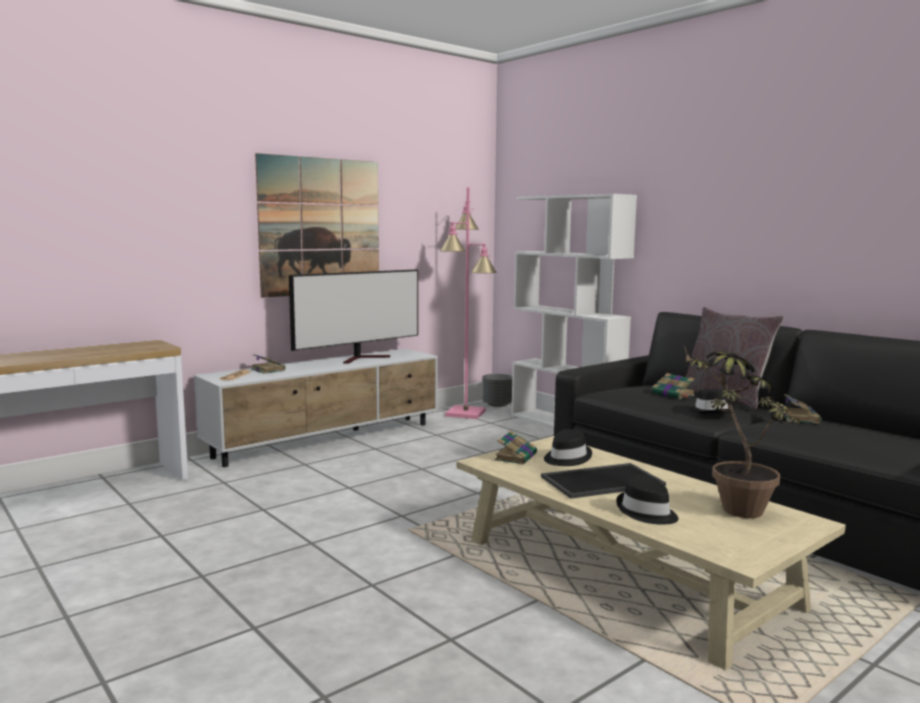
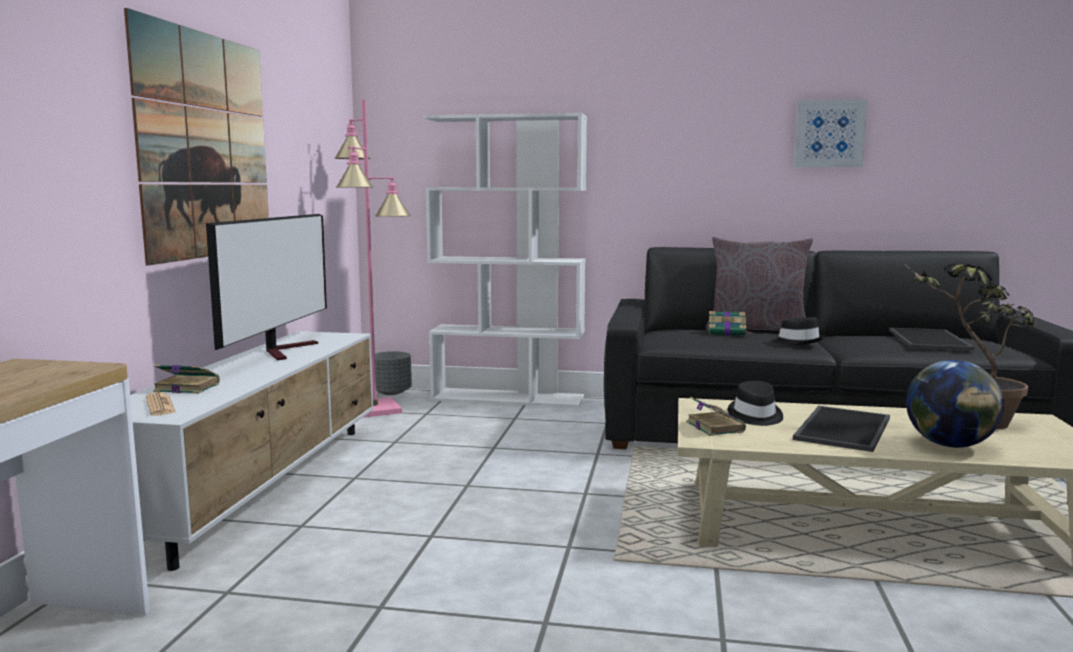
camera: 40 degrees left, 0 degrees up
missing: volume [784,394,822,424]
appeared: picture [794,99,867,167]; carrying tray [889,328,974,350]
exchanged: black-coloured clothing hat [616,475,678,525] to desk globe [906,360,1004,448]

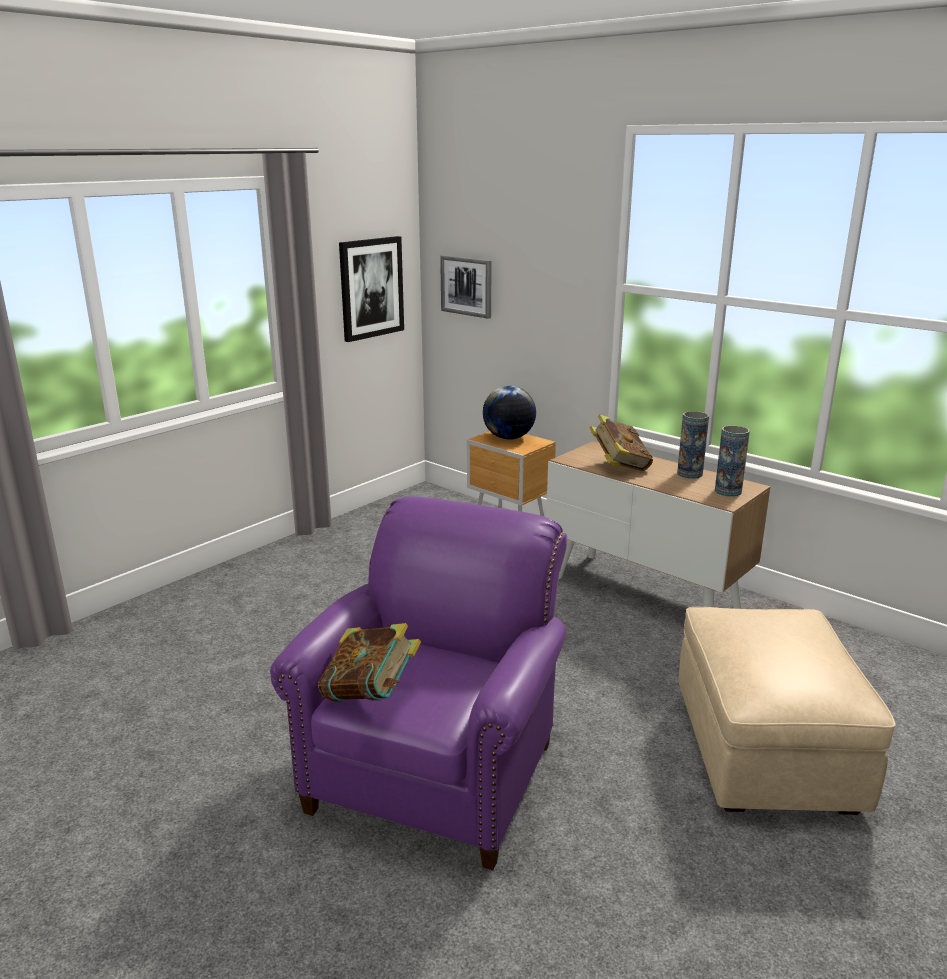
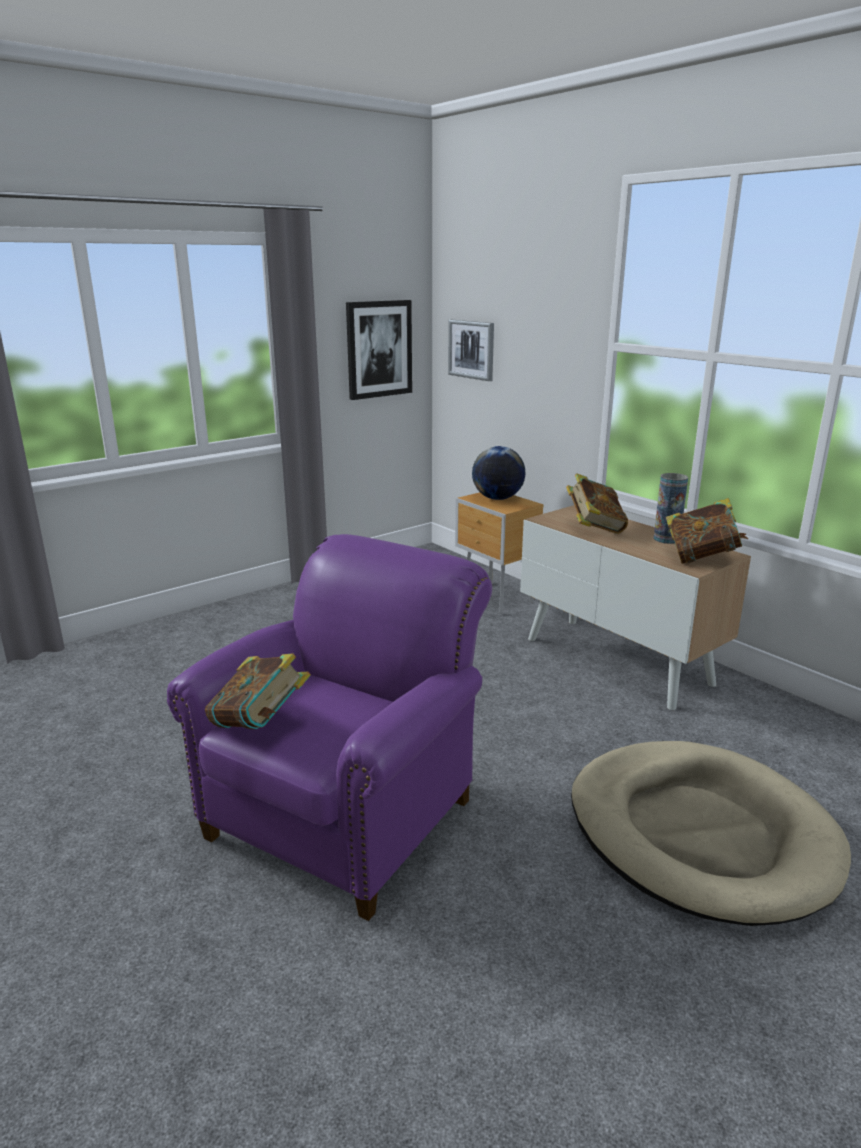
camera: 10 degrees right, 0 degrees up
exchanged: decorative vase [715,425,750,497] to volume [666,498,748,563]; sand-coloured footrest [679,607,896,815] to sand-coloured pet bed [571,741,851,926]

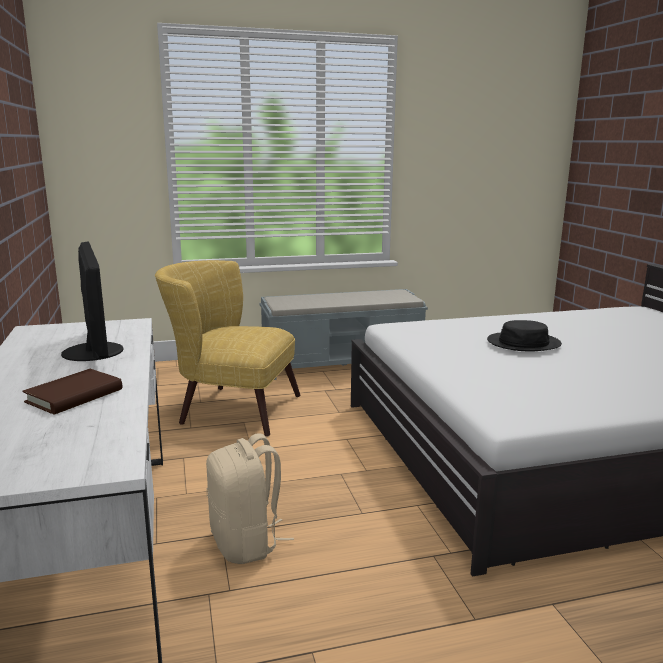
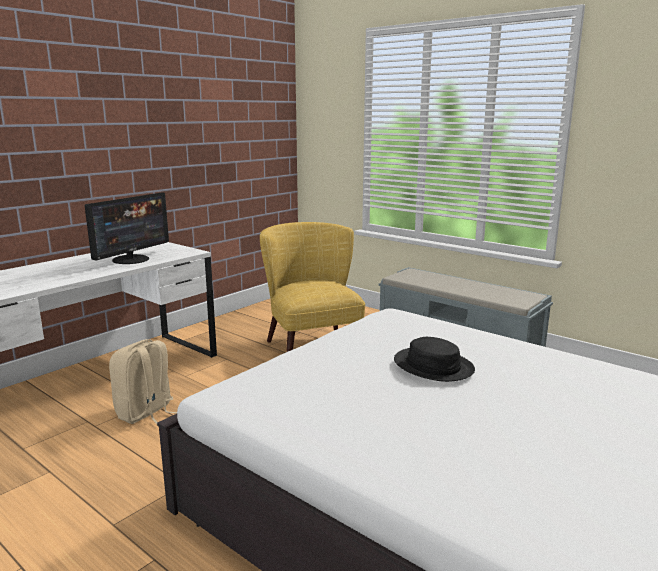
camera: 55 degrees right, 0 degrees up
missing: brownish volume [22,369,122,415]

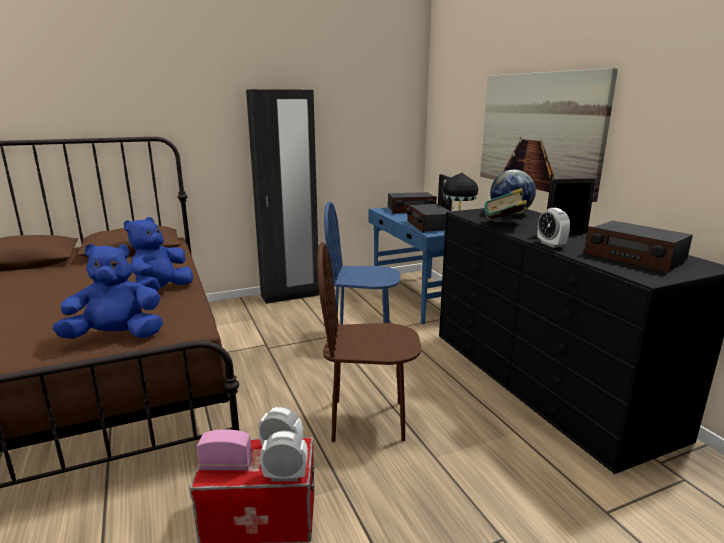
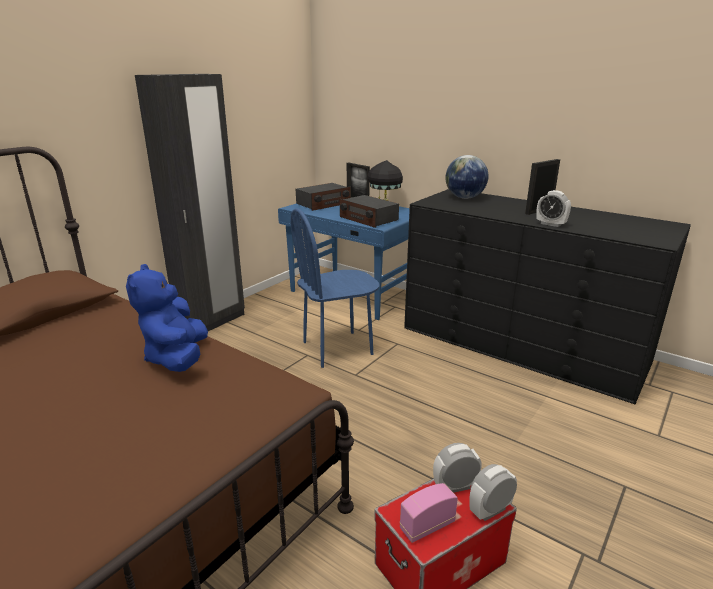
camera: 30 degrees left, 5 degrees up
missing: picture [480,68,618,202]; volume [484,188,527,221]; radio [584,221,693,273]; brownish upright chair [317,242,421,442]; blue plush toy [52,244,163,339]

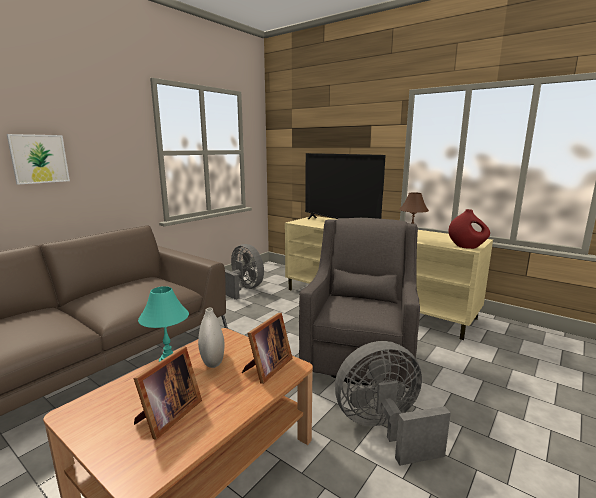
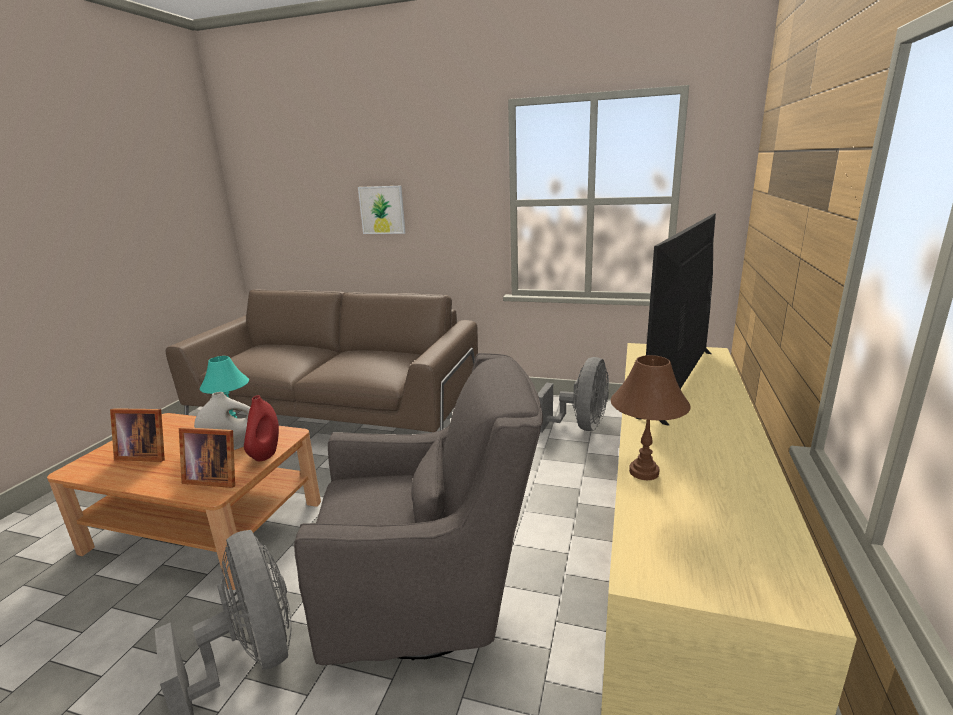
camera: 70 degrees right, 5 degrees up
relocated: red-coloured decorative vase [449,209,490,249] to [244,395,279,461]

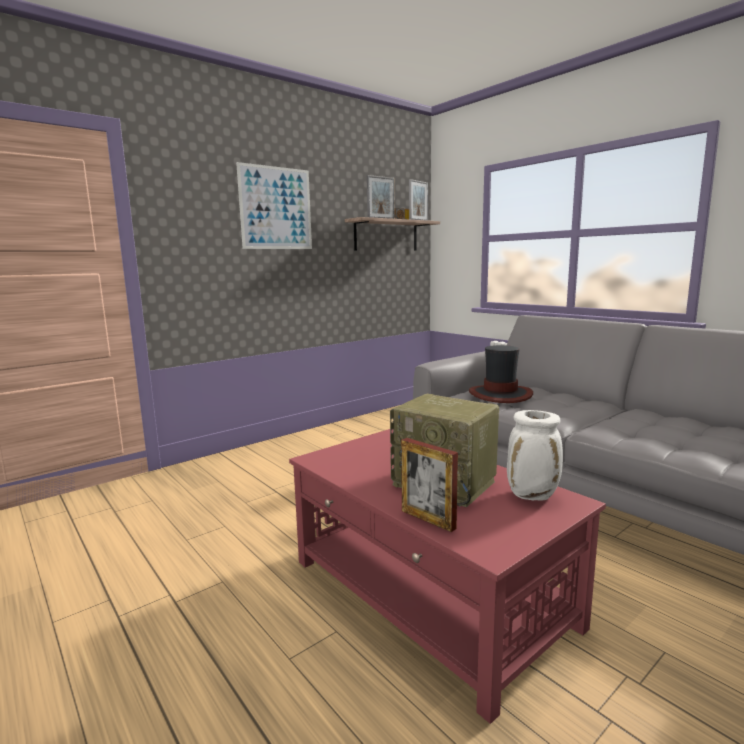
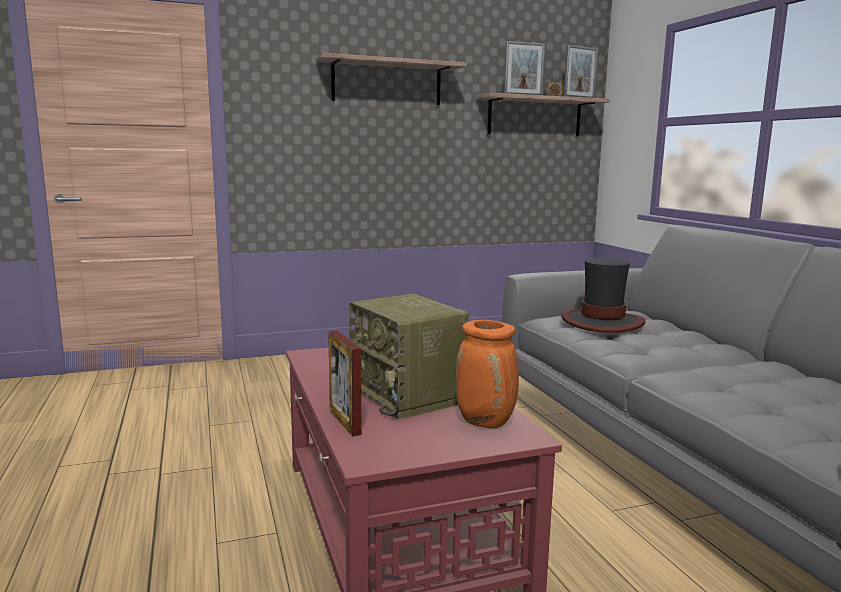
camera: 20 degrees right, 0 degrees up
exchanged: picture [236,162,312,249] to shelf [316,53,466,105]
colour: whitish decorative vase [507,410,563,501] to orangey decorative vase [456,320,519,429]

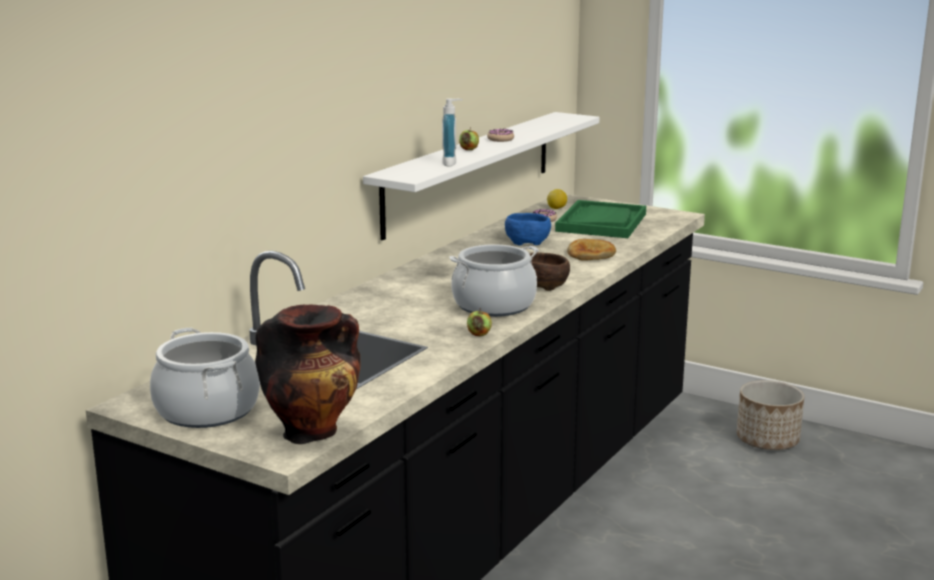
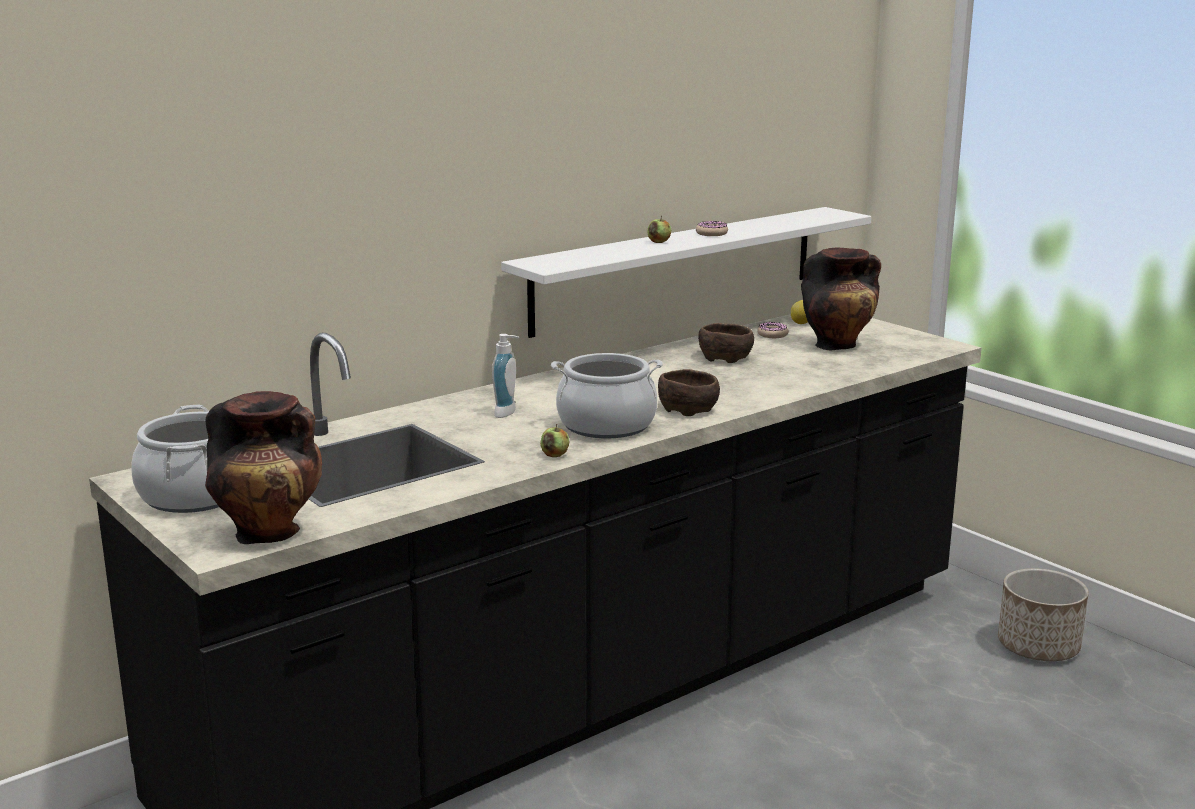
camera: 20 degrees right, 0 degrees up
missing: baked bread [567,239,616,261]
relocated: liquid soap bottle [442,98,463,166] to [492,334,519,418]
exchanged: greenish carrying tray [555,200,646,238] to decorative vase [801,248,881,350]
colour: blue serving bowl [505,213,551,246] to brownish serving bowl [698,323,754,363]

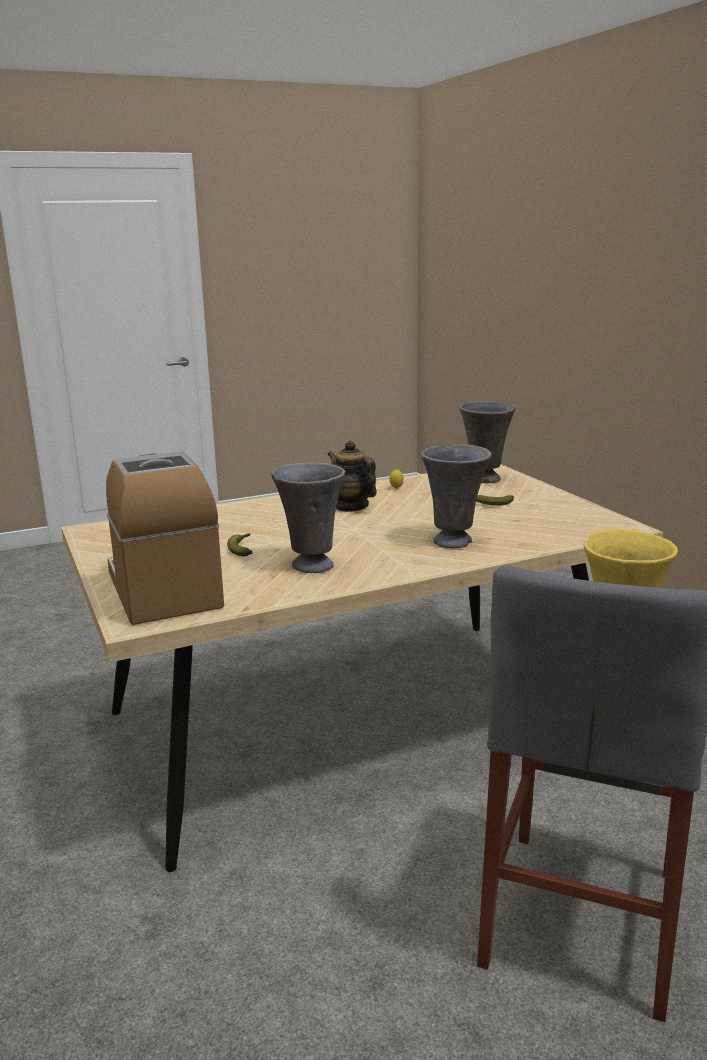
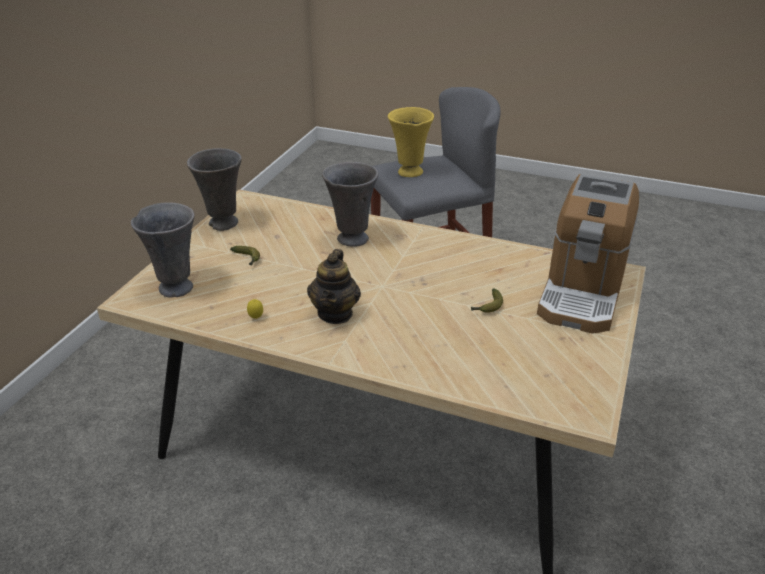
camera: 135 degrees left, 15 degrees up
relocated: grey decorative vase [271,462,345,573] to [187,148,242,231]

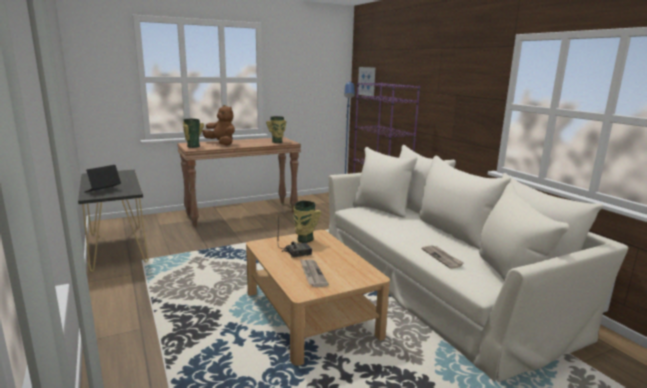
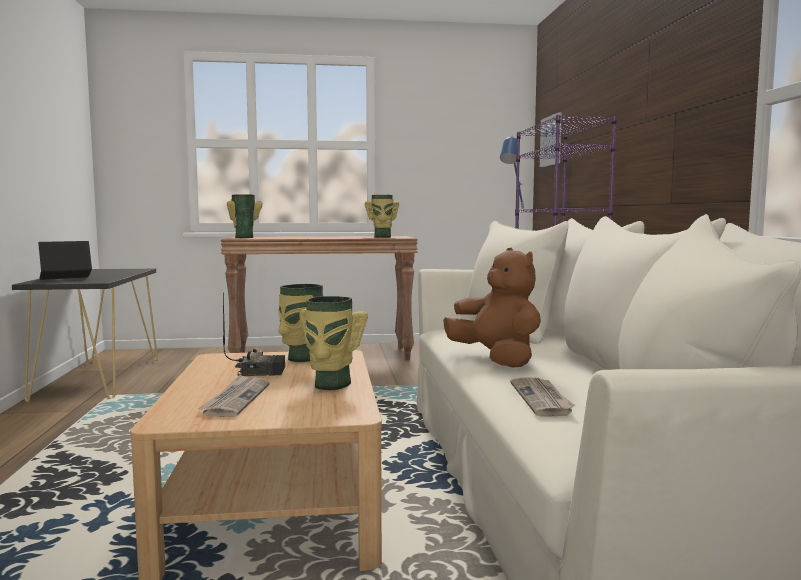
camera: 20 degrees right, 10 degrees down
appeared: decorative vase [299,296,368,390]
relocated: brownish plush toy [202,105,235,146] to [443,247,541,368]

